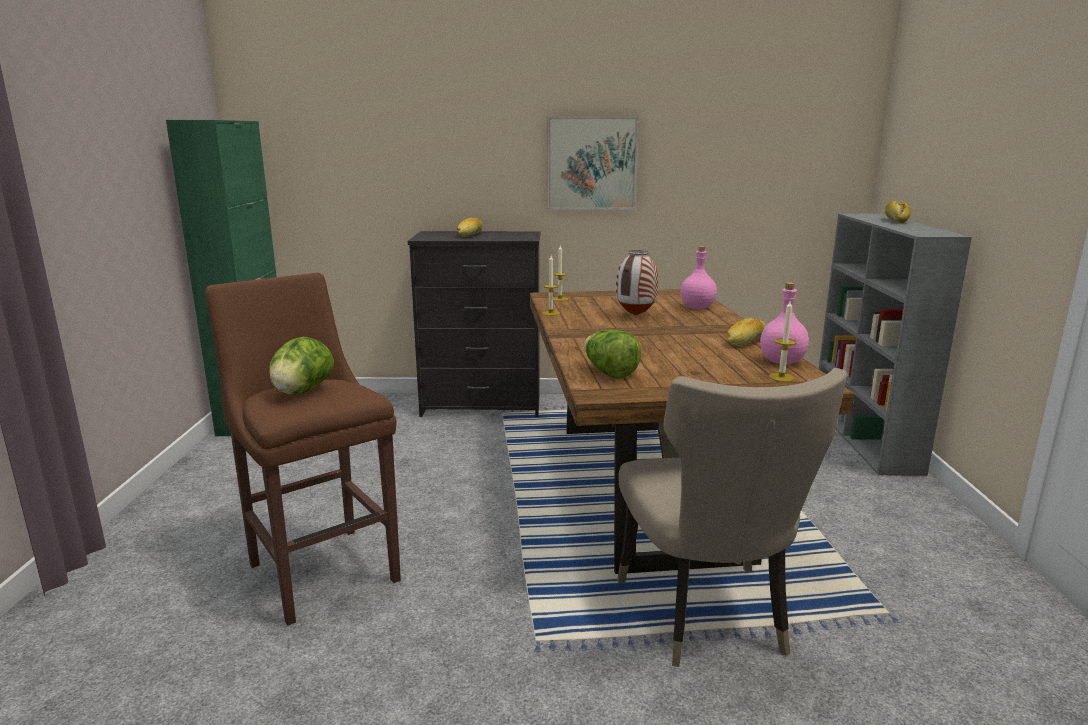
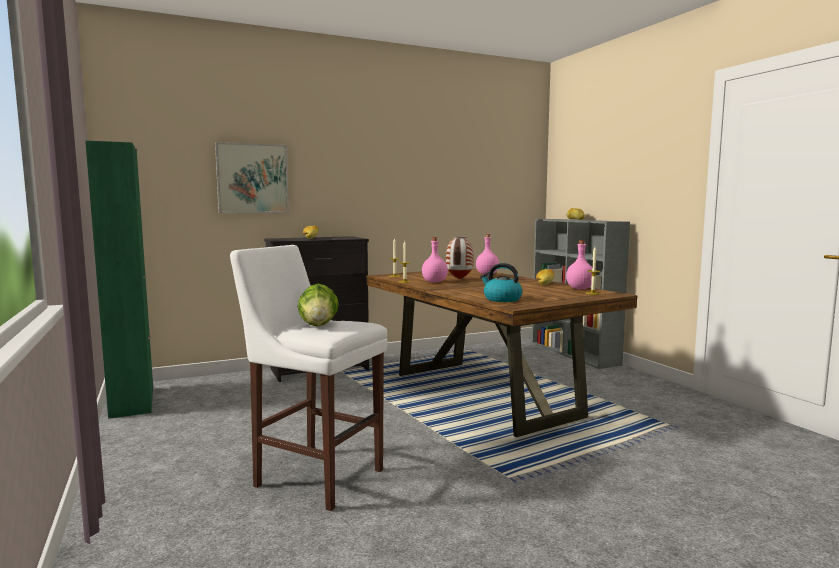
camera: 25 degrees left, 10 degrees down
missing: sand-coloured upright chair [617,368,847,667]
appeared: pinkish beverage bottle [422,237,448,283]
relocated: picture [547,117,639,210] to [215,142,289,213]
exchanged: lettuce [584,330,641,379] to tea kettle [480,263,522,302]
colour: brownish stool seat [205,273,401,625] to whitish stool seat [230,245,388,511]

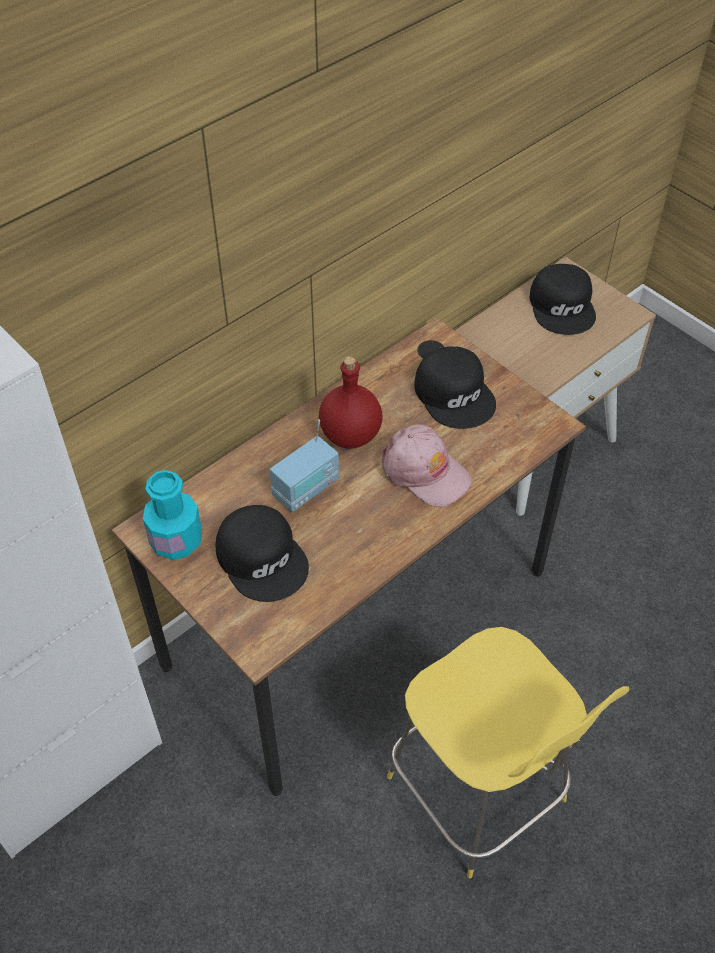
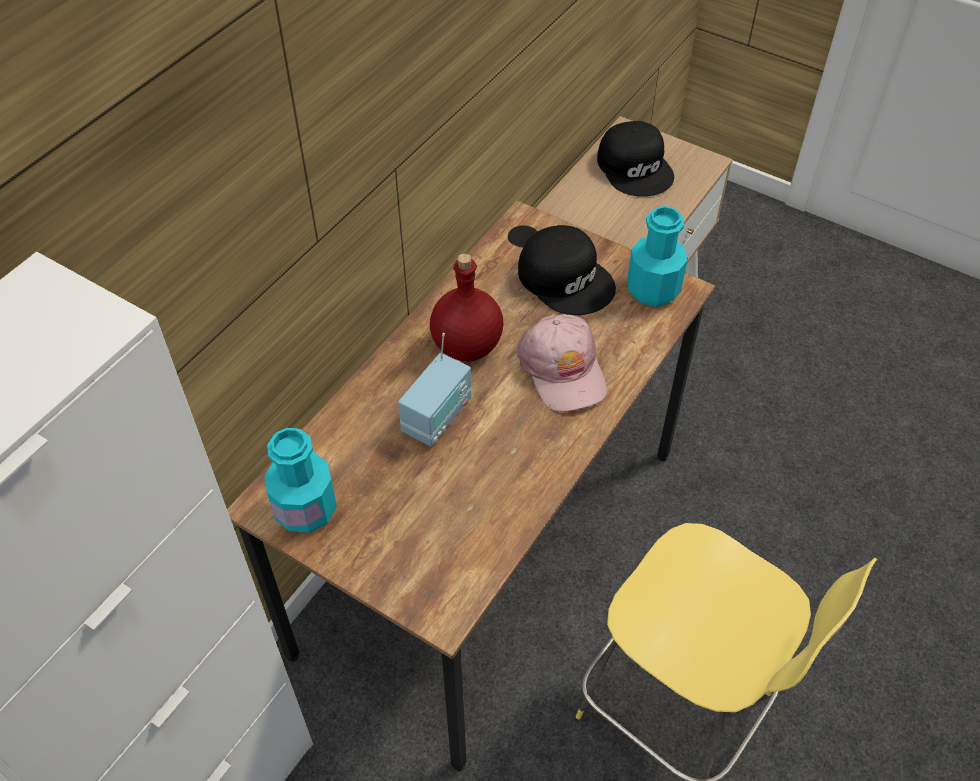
camera: 15 degrees left, 0 degrees up
missing: black-coloured baseball cap [216,505,309,602]
appeared: turquoise beverage bottle [627,206,687,307]
spun: pinkish baseball cap [382,424,472,507] = [517,314,607,412] 45 degrees clockwise

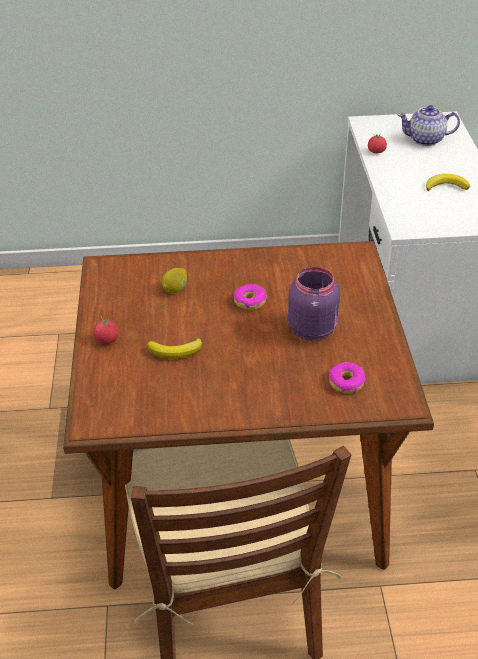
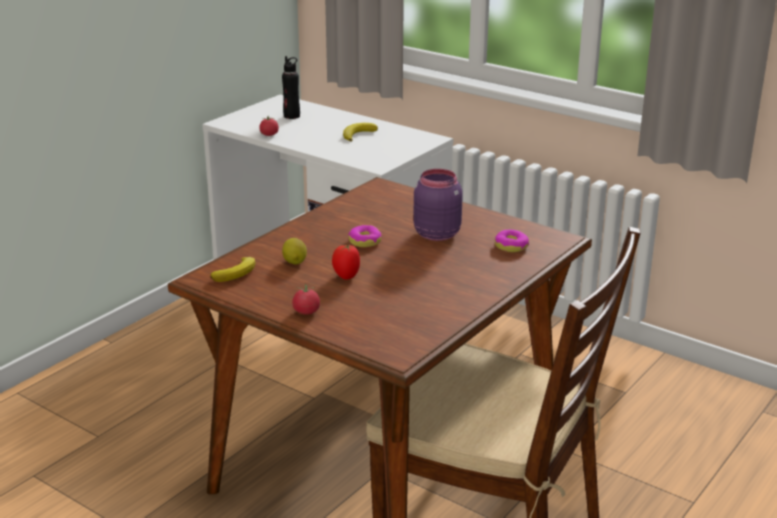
camera: 50 degrees left, 15 degrees down
appeared: fresh tomato [332,244,360,280]
relocated: whole banana [147,338,202,359] to [210,257,255,282]
exchanged: pot for tea [398,105,460,146] to black-coloured beverage bottle [282,56,300,119]

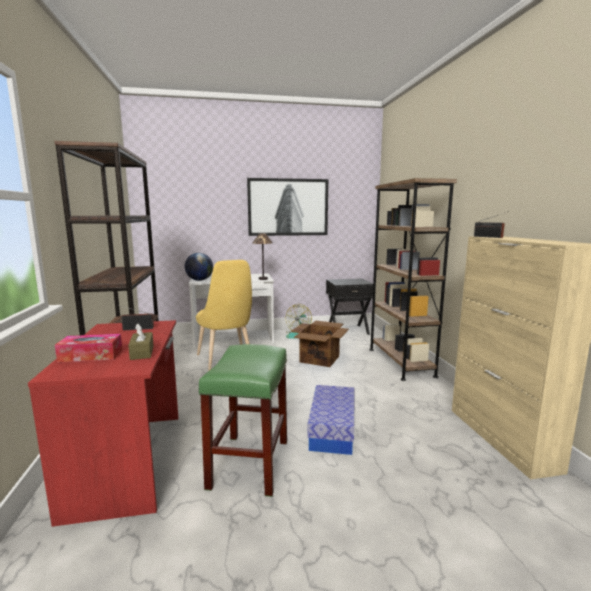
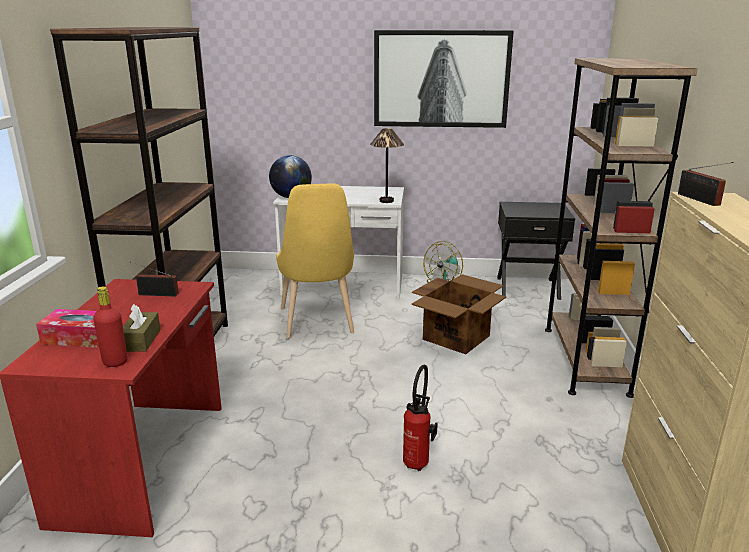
camera: 15 degrees right, 10 degrees up
missing: greenish stool seat [199,344,287,497]
appeared: red-coloured beverage bottle [93,286,128,367]
exchanged: storage box [308,385,354,455] to extinguisher [403,365,438,471]

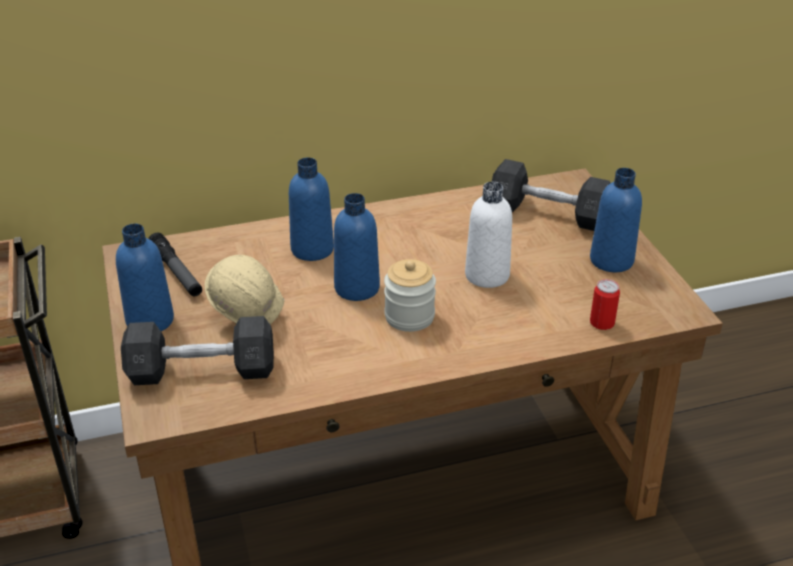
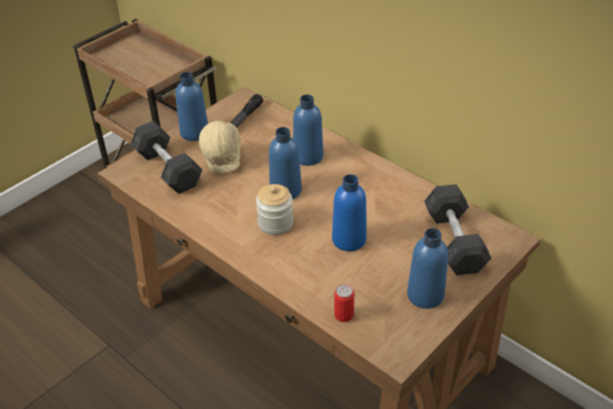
camera: 60 degrees right, 5 degrees up
colour: whitish beverage bottle [465,181,512,288] to blue beverage bottle [332,174,367,251]

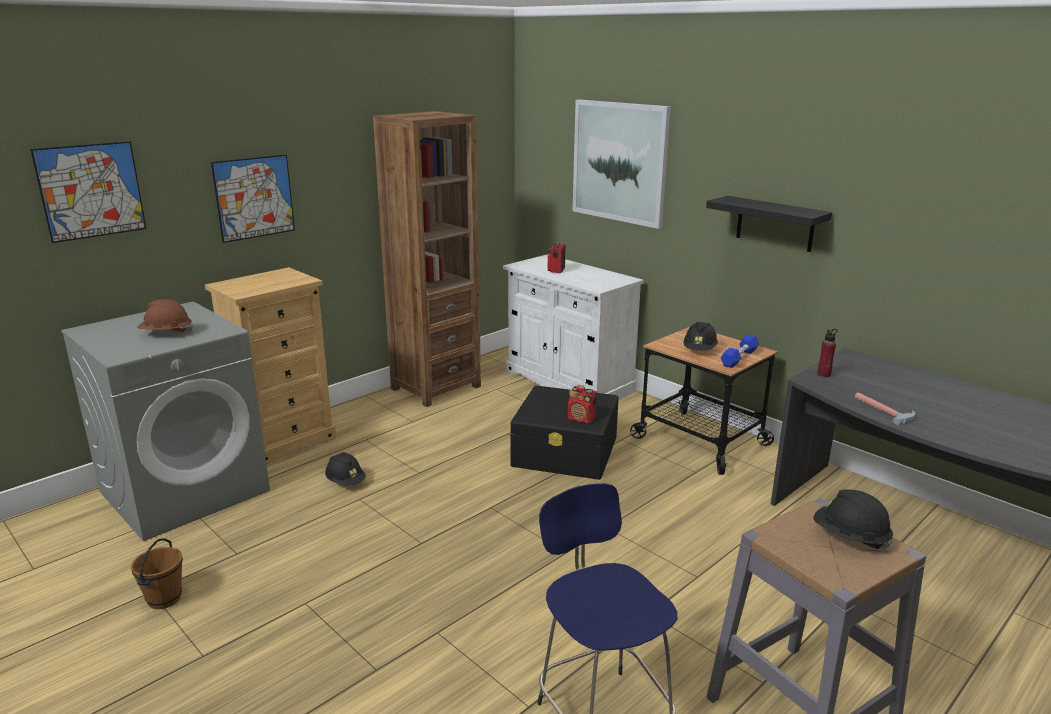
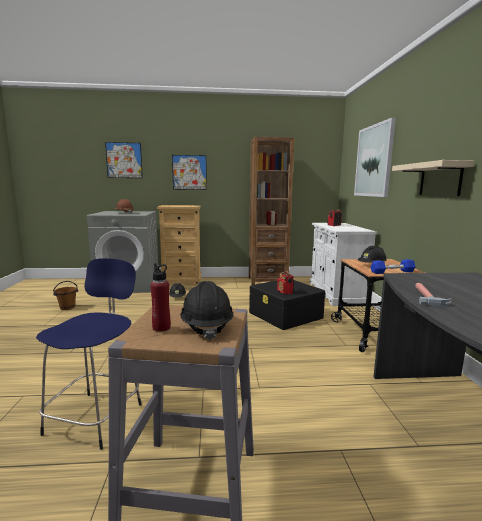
camera: 40 degrees right, 10 degrees down
relocated: red-coloured beverage bottle [817,329,838,377] to [150,264,171,332]
colour: black-coloured shelf [706,196,832,252] to sand-coloured shelf [392,160,474,196]

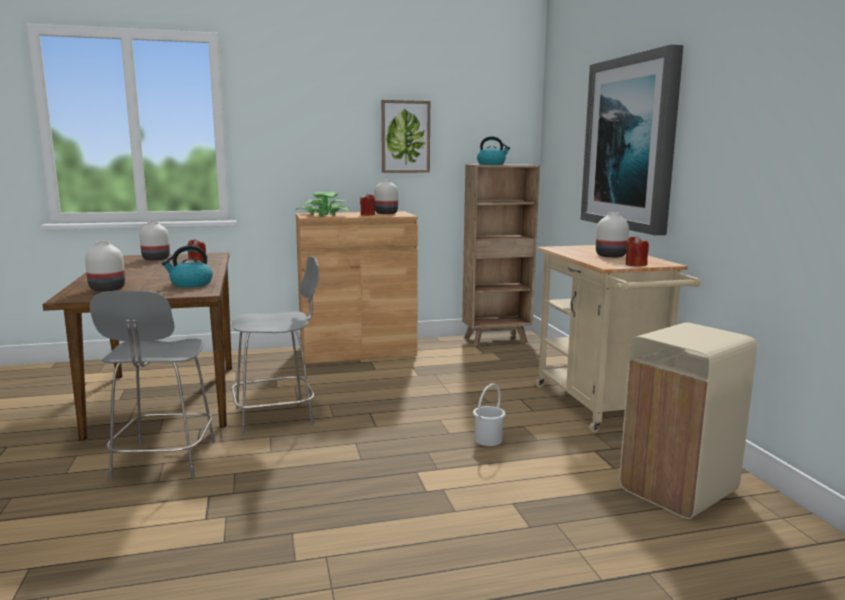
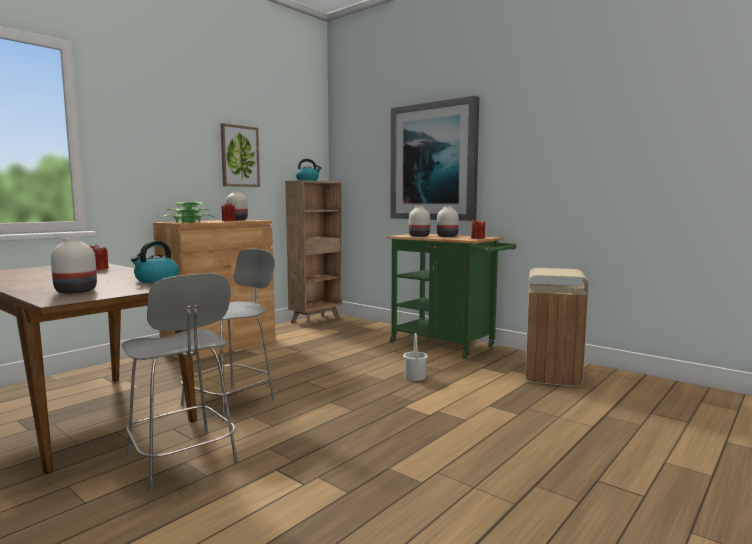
camera: 35 degrees left, 5 degrees down
relocated: whitish decorative vase [140,221,170,261] to [409,206,430,237]
colour: sand-coloured trolley [535,245,701,433] to greenish trolley [386,234,516,359]

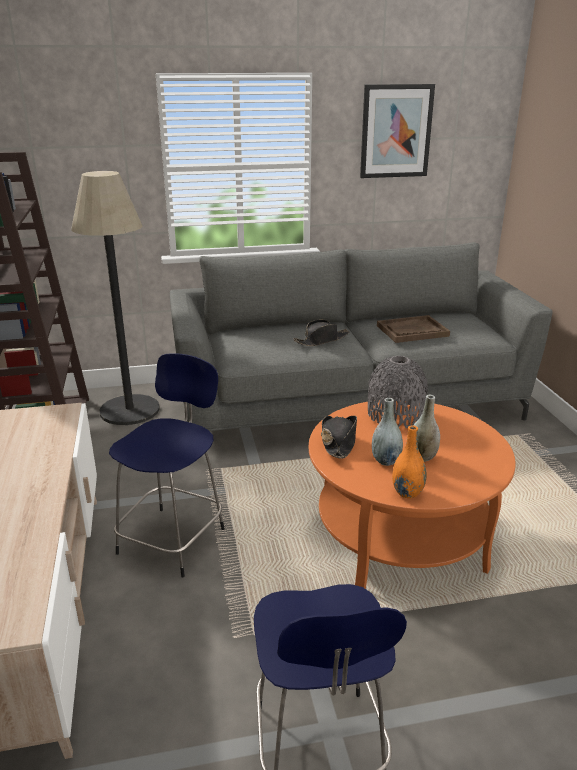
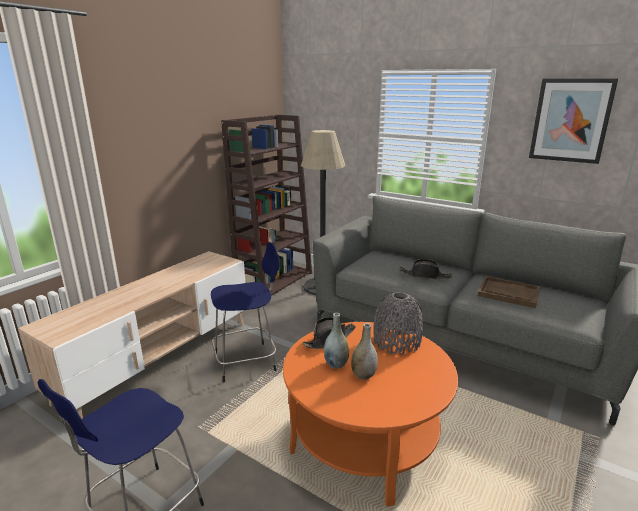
camera: 45 degrees right, 5 degrees down
missing: orangey decorative vase [392,425,426,499]

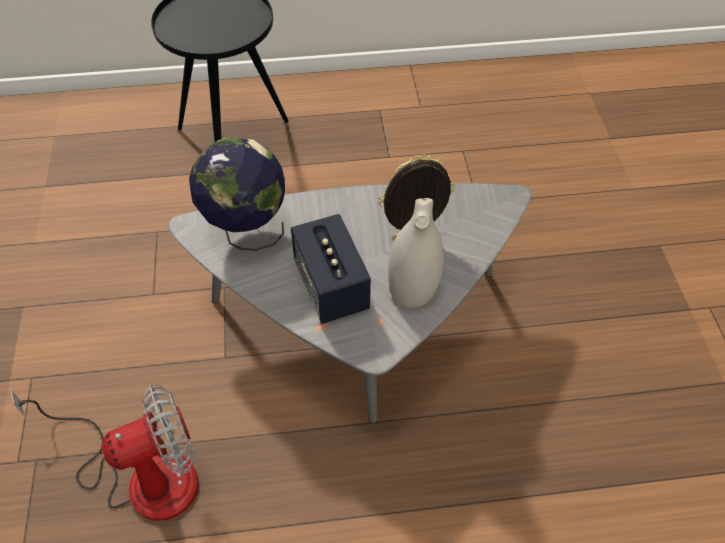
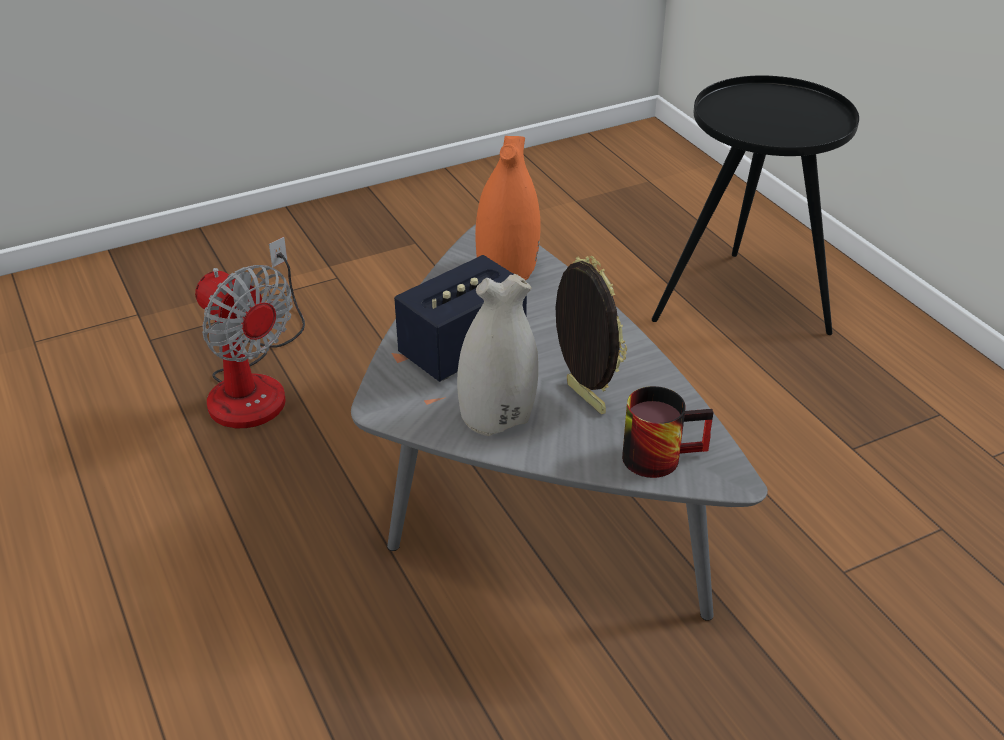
camera: 70 degrees right, 15 degrees down
appeared: mug [622,386,713,478]
exchanged: desk globe [189,137,285,251] to orangey decorative vase [475,136,541,280]

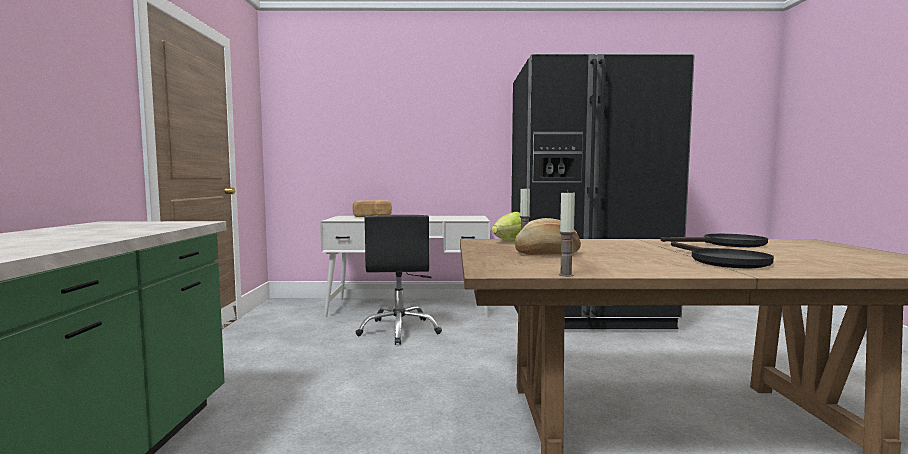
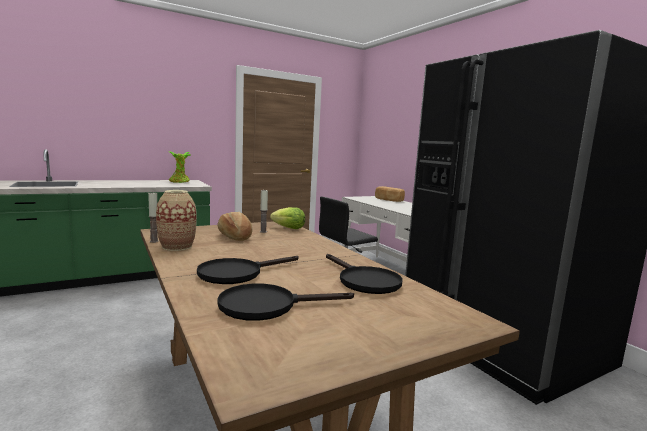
camera: 60 degrees right, 5 degrees up
appeared: houseplant [169,152,190,183]; decorative vase [156,190,197,251]; black-coloured frying pan [217,283,354,321]

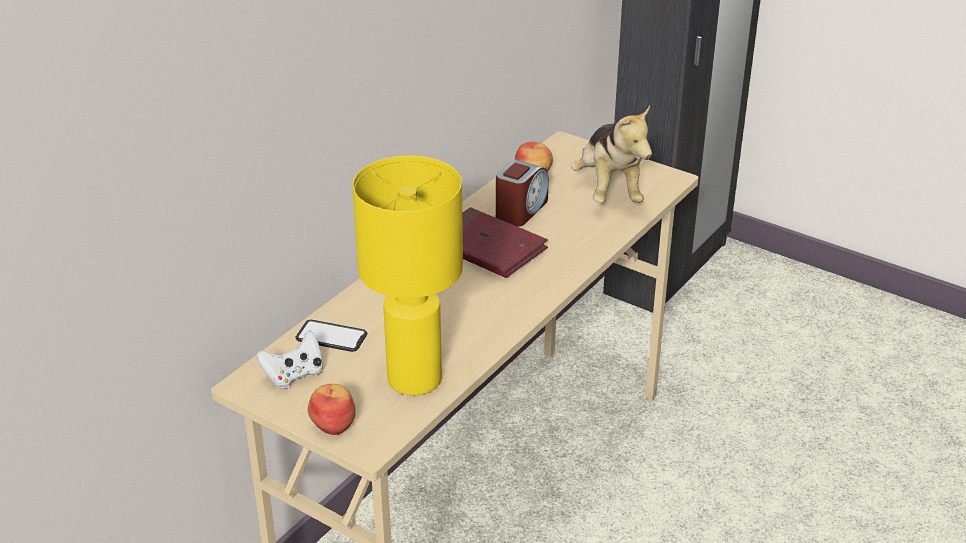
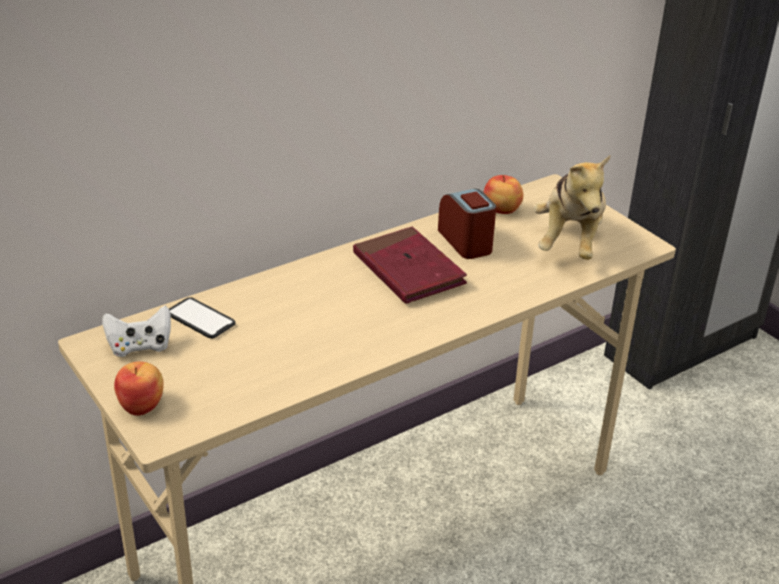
camera: 20 degrees right, 0 degrees up
missing: yellowish table lamp [352,156,463,396]
spun: bedside clock [496,160,549,227] = [438,188,496,259] 75 degrees counterclockwise

